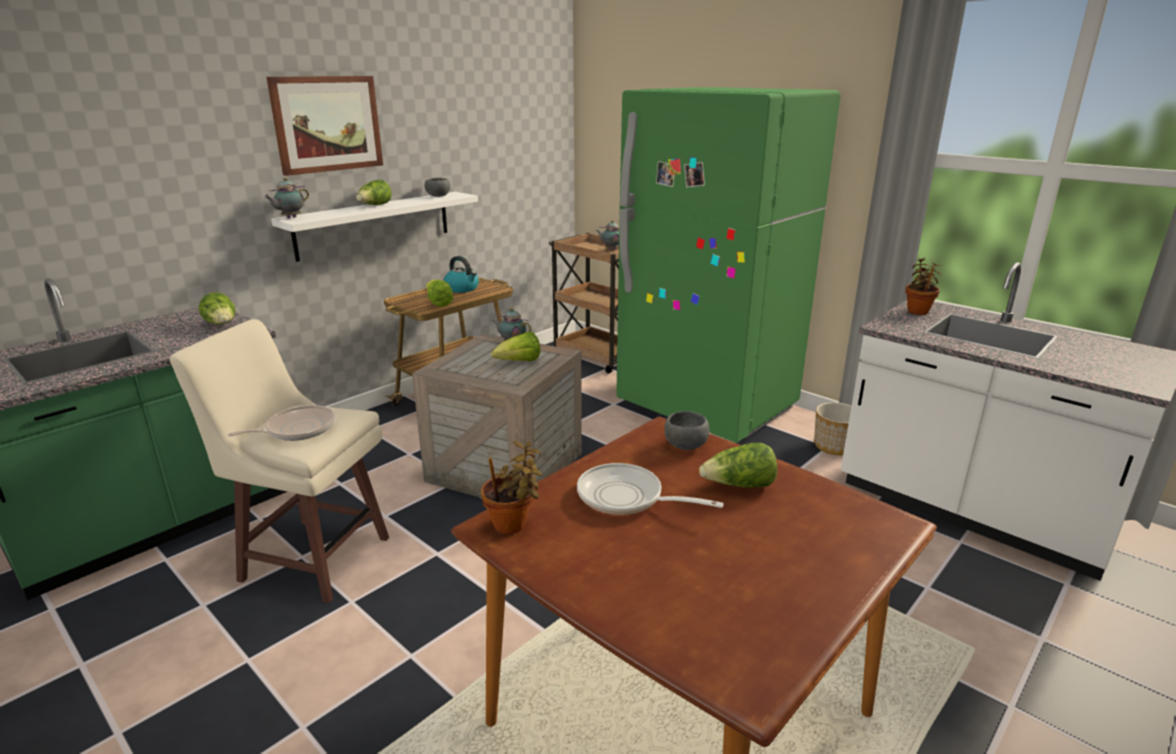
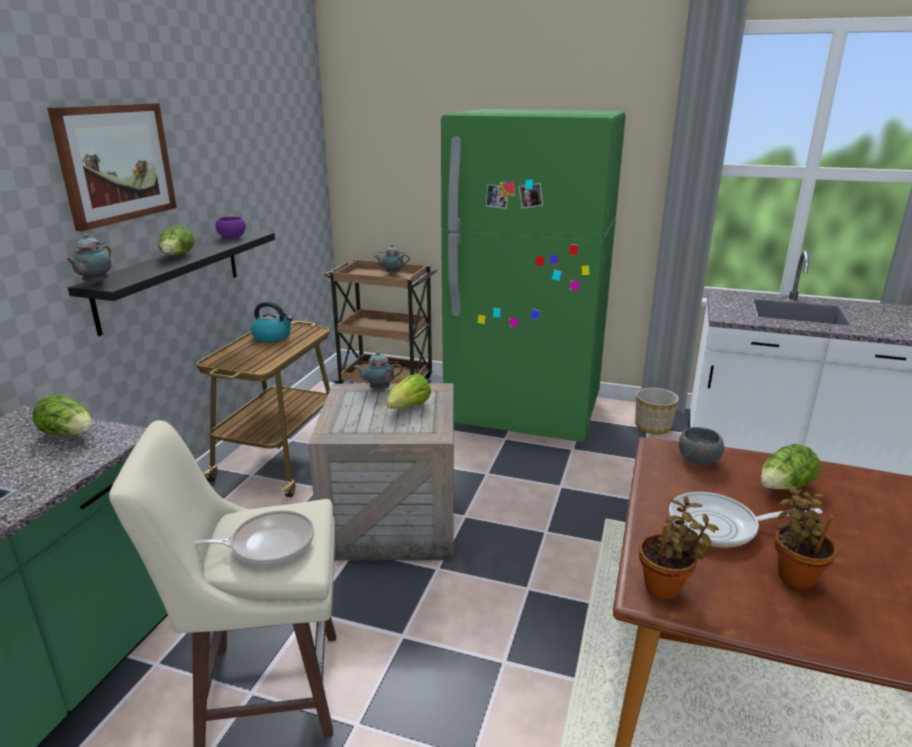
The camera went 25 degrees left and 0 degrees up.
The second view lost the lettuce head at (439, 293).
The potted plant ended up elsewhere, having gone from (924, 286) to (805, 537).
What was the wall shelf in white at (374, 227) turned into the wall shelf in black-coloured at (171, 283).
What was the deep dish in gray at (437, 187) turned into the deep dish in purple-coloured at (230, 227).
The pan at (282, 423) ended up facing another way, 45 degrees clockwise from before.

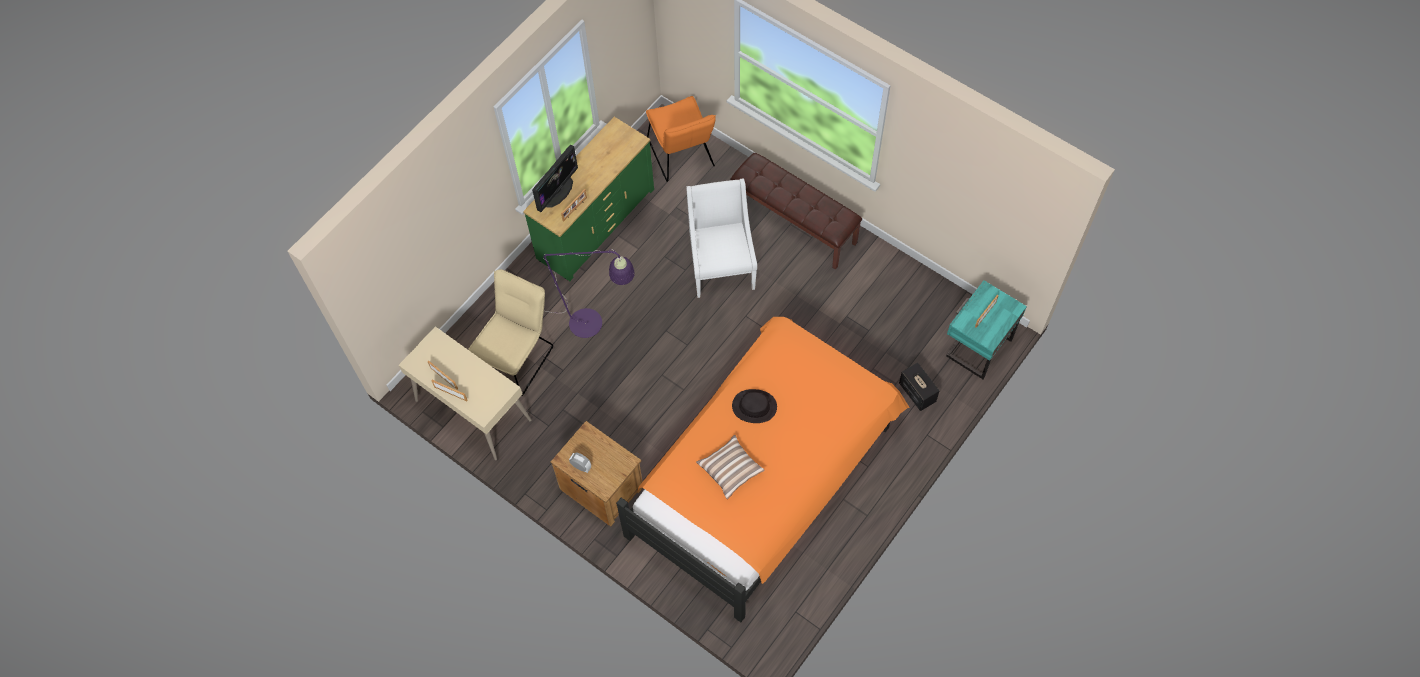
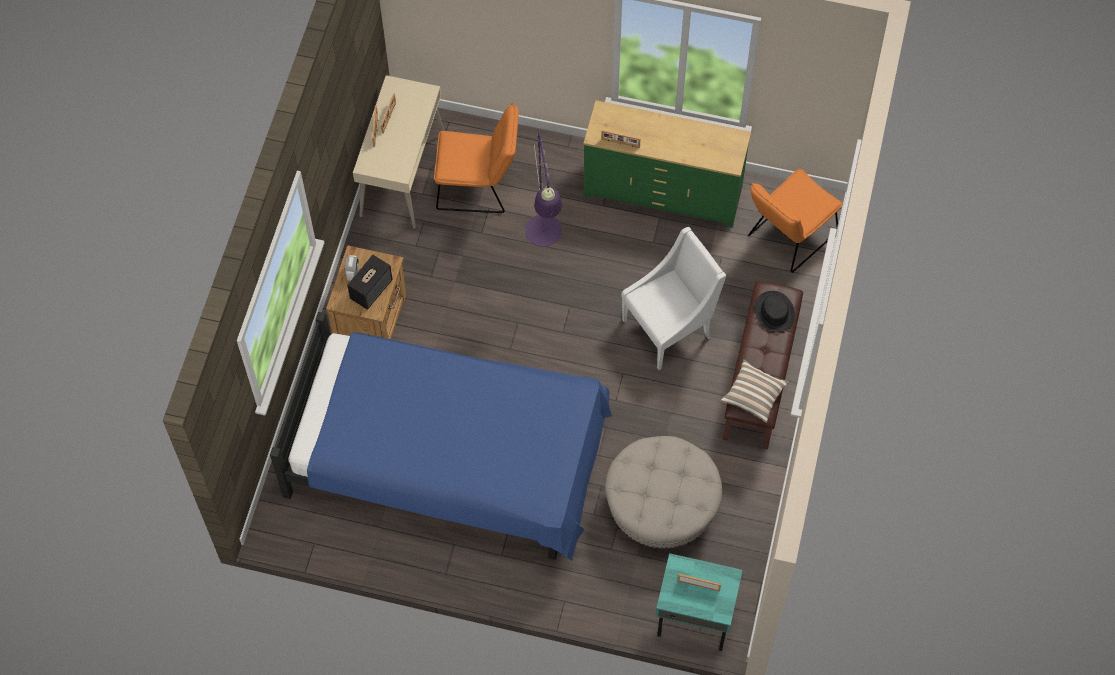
The camera went 65 degrees right and 0 degrees up.
The second view lost the monitor at (555, 178).
The second view gained the ottoman in beige-coloured at (663, 492).
The pillow ended up elsewhere, having gone from (730, 467) to (754, 391).
The clothing hat in black-coloured ended up elsewhere, having gone from (754, 406) to (774, 312).
The audio speaker ended up elsewhere, having gone from (919, 387) to (370, 282).
What was the chair in beige-coloured at (510, 332) turned into the chair in orangey at (476, 158).
What was the bed in orangey at (763, 469) turned into the bed in blue at (441, 436).

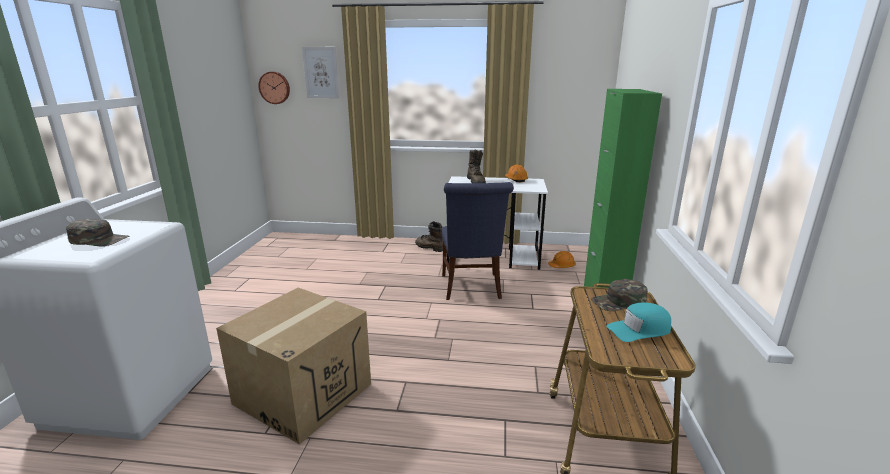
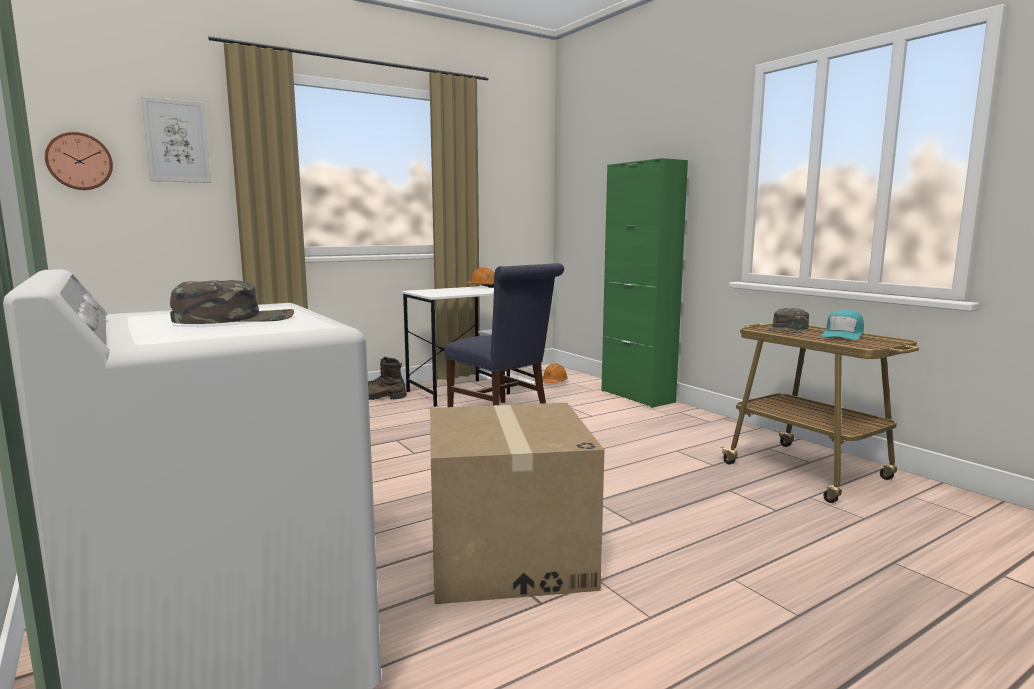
The camera went 40 degrees left and 10 degrees down.
The second view lost the tall boot in brown-coloured at (476, 166).

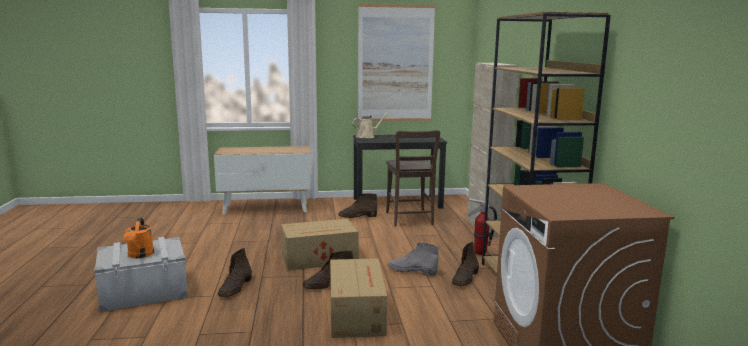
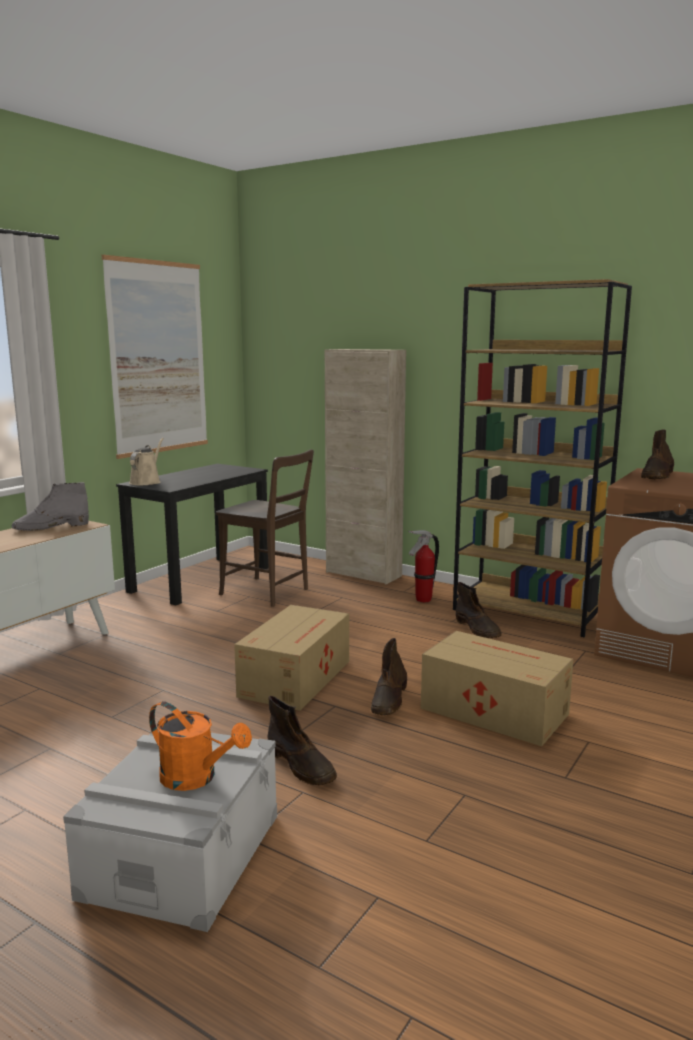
The camera went 50 degrees left and 0 degrees up.
The tall boot in brown-coloured ended up elsewhere, having gone from (357, 205) to (657, 454).
The tall boot in gray ended up elsewhere, having gone from (413, 259) to (50, 506).

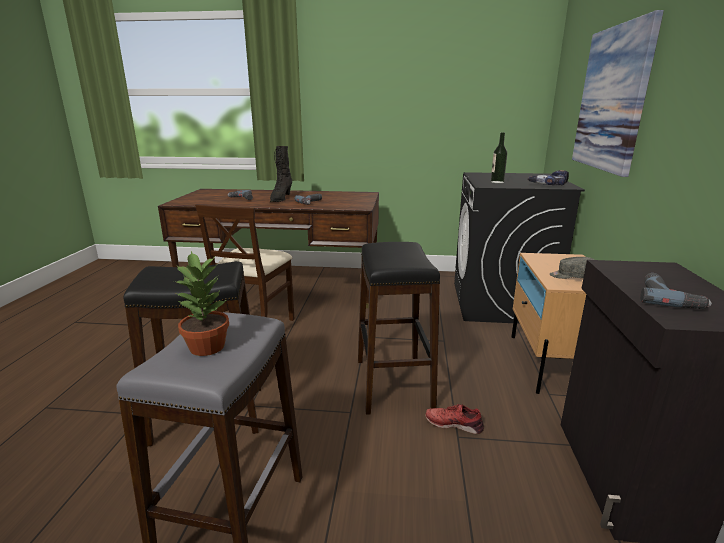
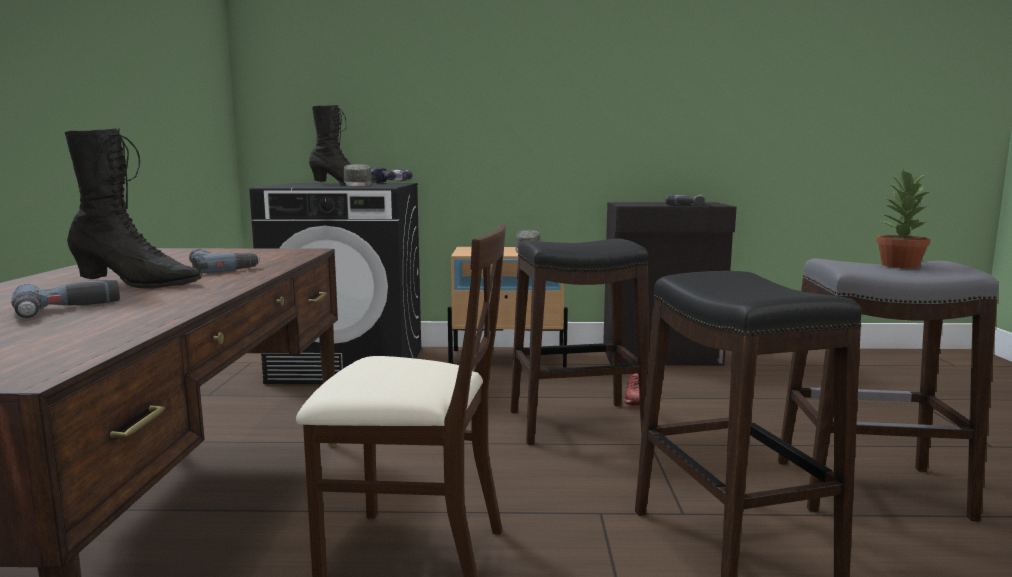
The camera went 95 degrees left and 10 degrees down.
The second view lost the picture at (618, 93).
The second view gained the tall boot in black-coloured at (343, 144).
Where the beverage bottle stood at (499, 157), the baseball cap in gray came to stand at (357, 175).

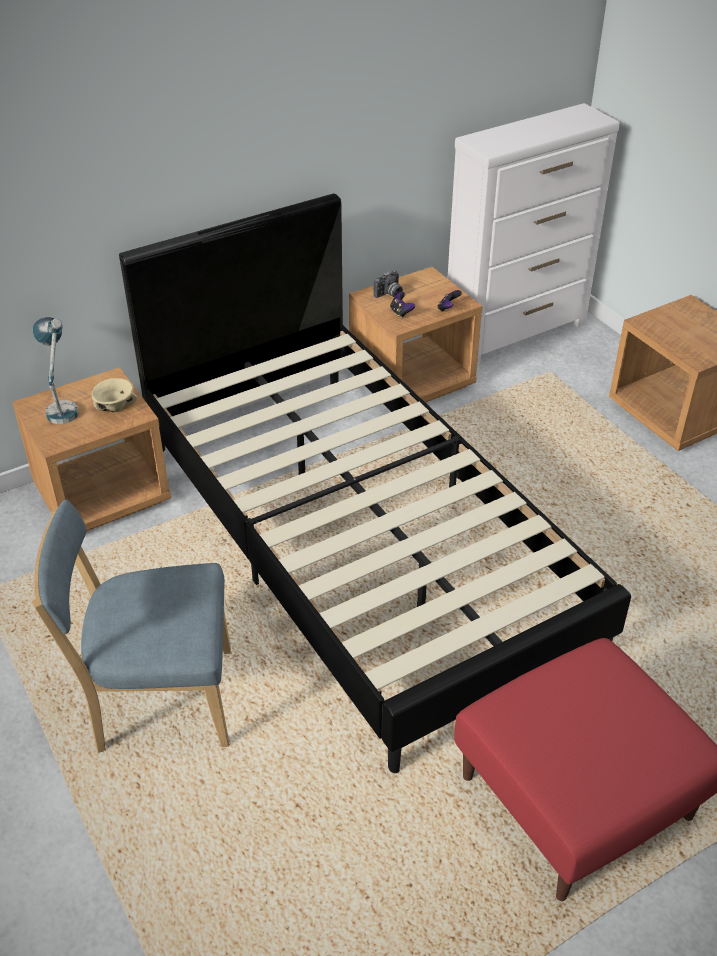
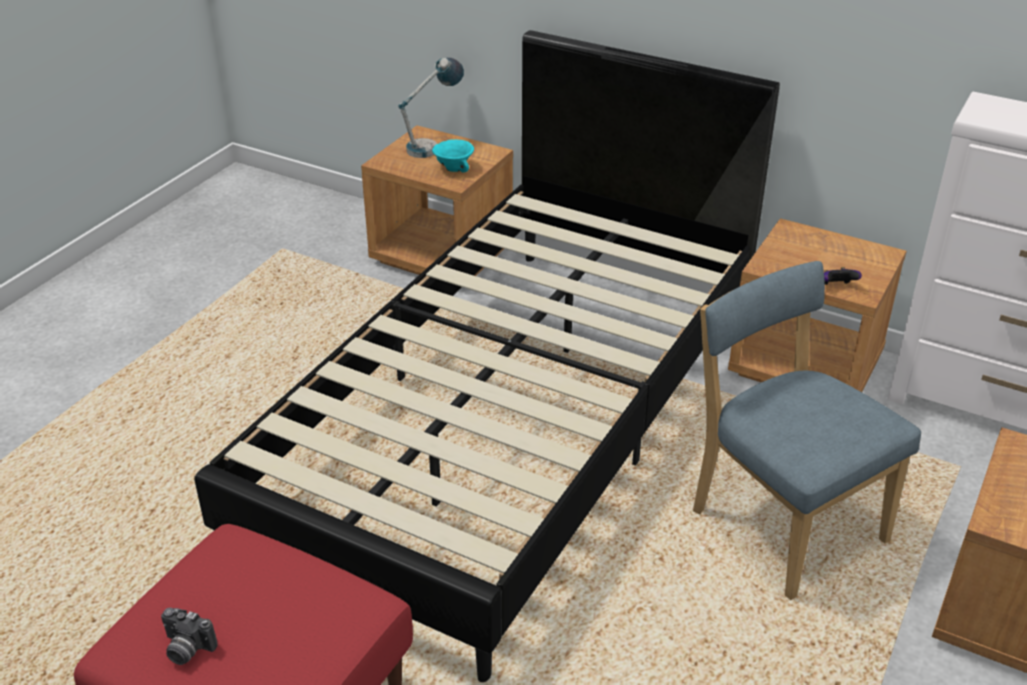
The camera went 60 degrees right and 5 degrees down.
The second view lost the joypad at (402, 305).
The chair in blue ended up elsewhere, having gone from (132, 626) to (807, 430).
The still camera ended up elsewhere, having gone from (388, 284) to (189, 636).
What was the deep dish in beige-coloured at (114, 395) turned into the deep dish in blue-green at (453, 156).

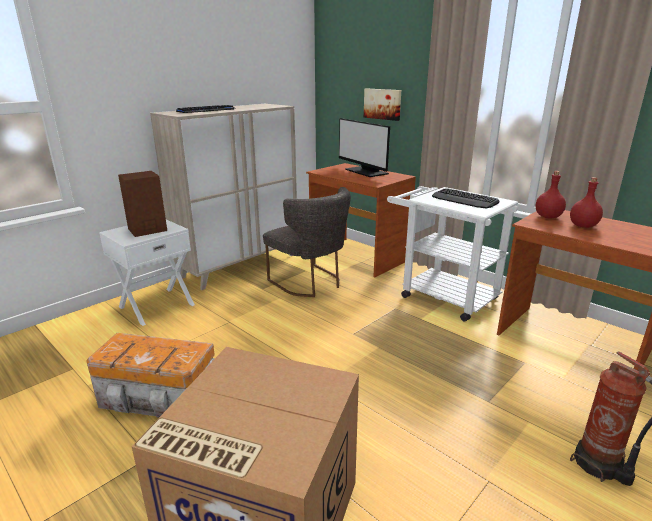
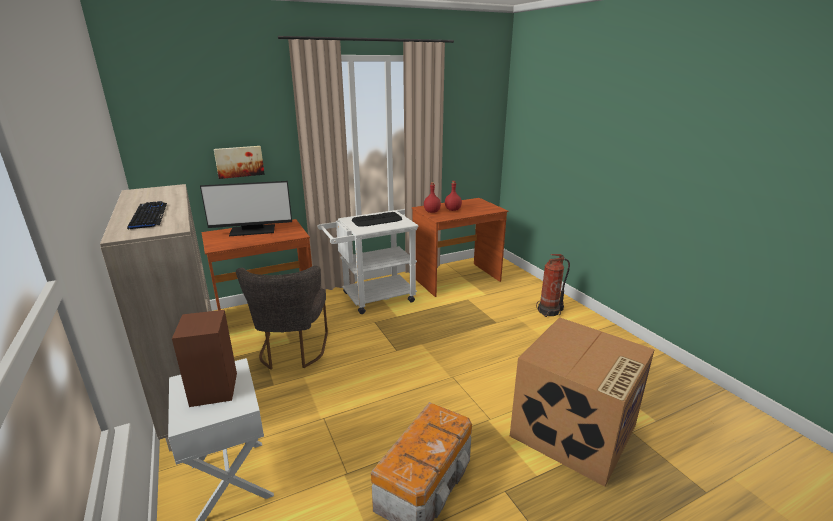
The camera went 70 degrees left and 0 degrees up.
The chair in gray at (307, 242) ended up facing another way, 105 degrees clockwise from before.

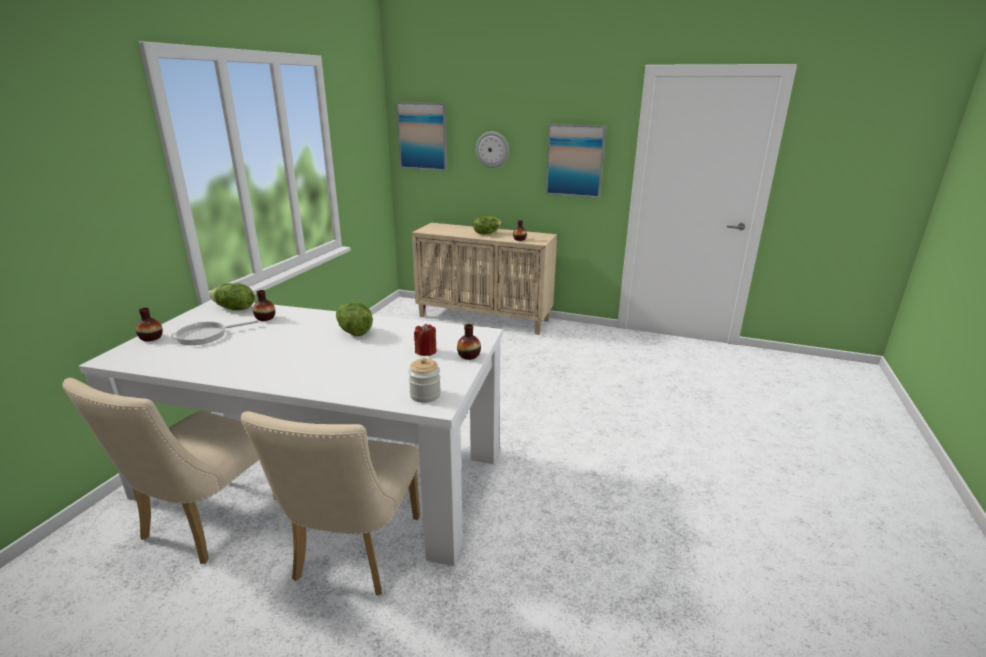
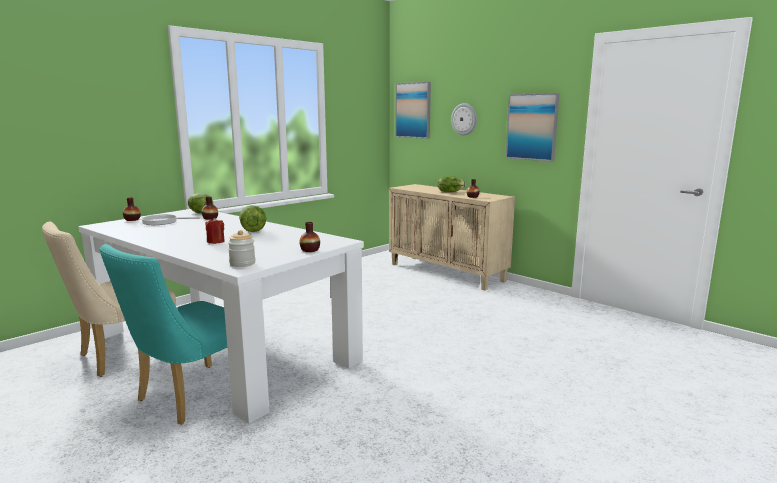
The camera went 25 degrees right and 10 degrees down.
The wax candle in red ended up elsewhere, having gone from (425, 340) to (215, 231).
What was the chair in beige-coloured at (330, 503) turned into the chair in blue-green at (163, 334).

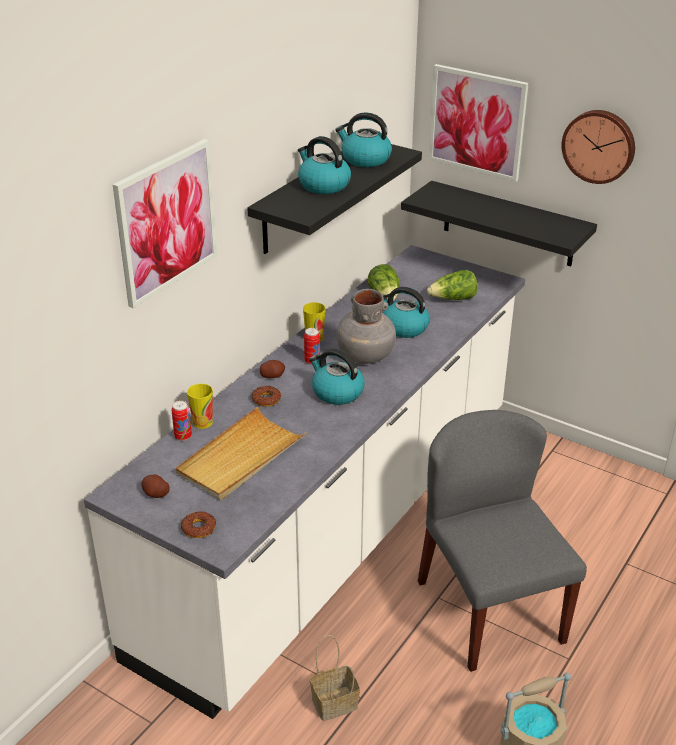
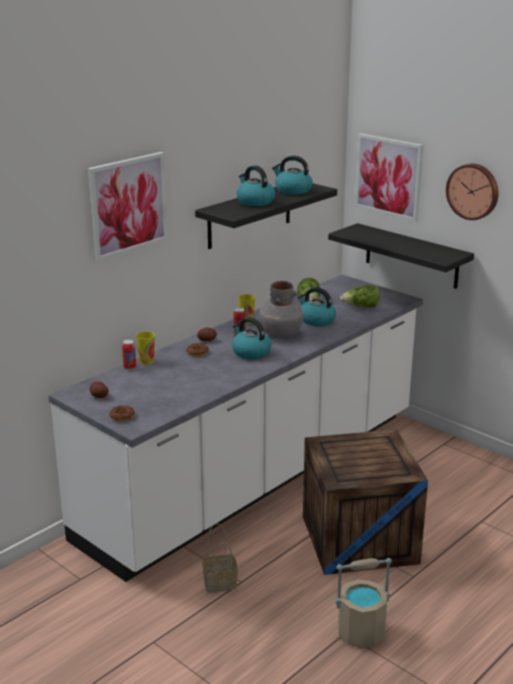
The camera went 10 degrees right and 10 degrees down.
The second view lost the serving tray in beige-coloured at (241, 453).
Where the chair in gray stood at (502, 541), the crate came to stand at (365, 502).

